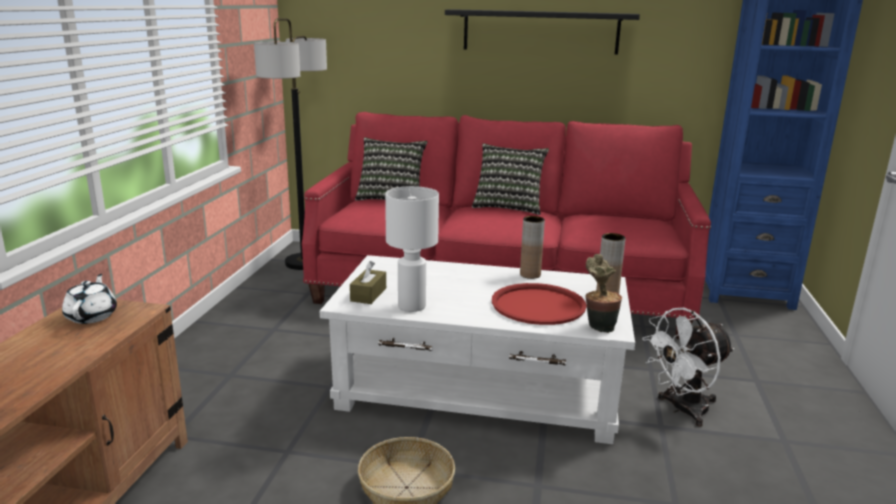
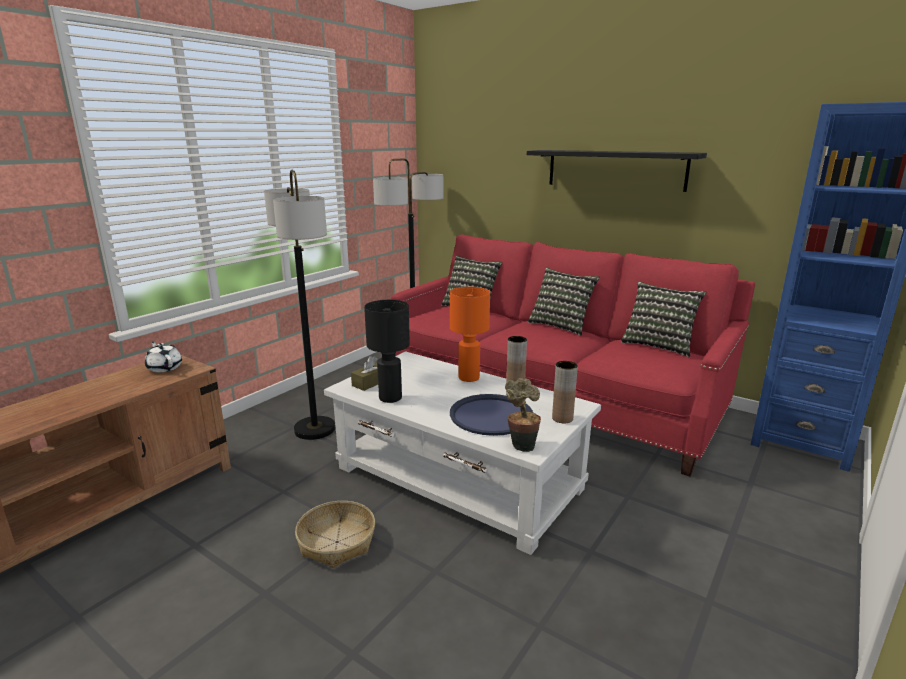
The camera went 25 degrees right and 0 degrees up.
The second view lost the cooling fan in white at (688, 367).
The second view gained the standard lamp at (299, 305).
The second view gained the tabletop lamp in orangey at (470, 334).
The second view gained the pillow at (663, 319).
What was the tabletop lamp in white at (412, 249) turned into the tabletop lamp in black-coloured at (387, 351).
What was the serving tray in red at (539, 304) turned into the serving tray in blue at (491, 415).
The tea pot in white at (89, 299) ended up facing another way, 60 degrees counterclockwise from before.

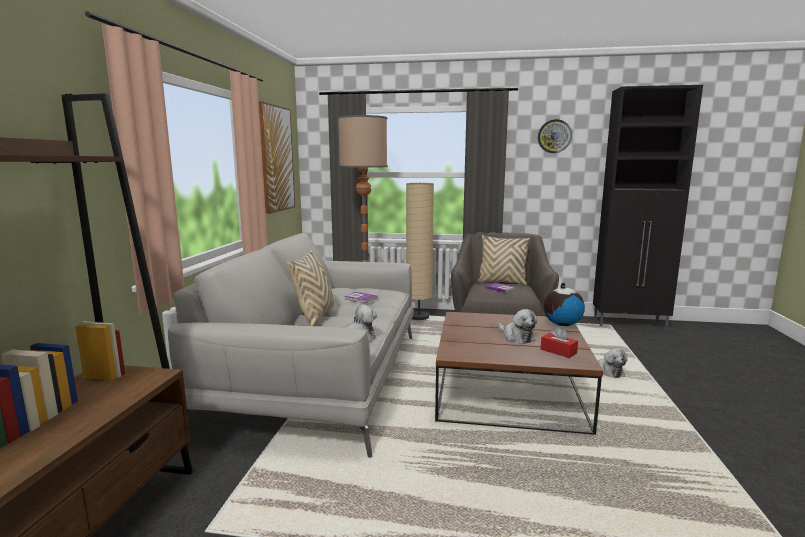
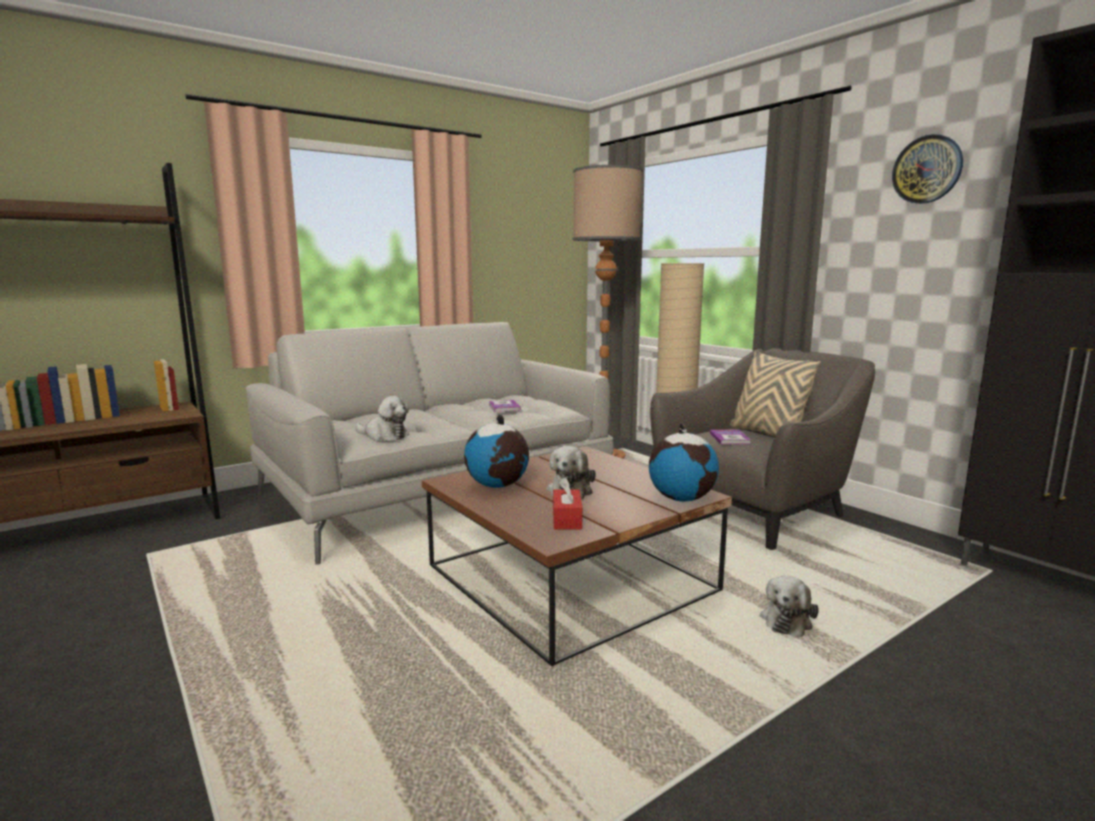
The camera went 45 degrees right and 0 degrees up.
The second view lost the picture at (277, 157).
The second view lost the pillow in beige-coloured at (310, 288).
The second view gained the world globe at (496, 451).

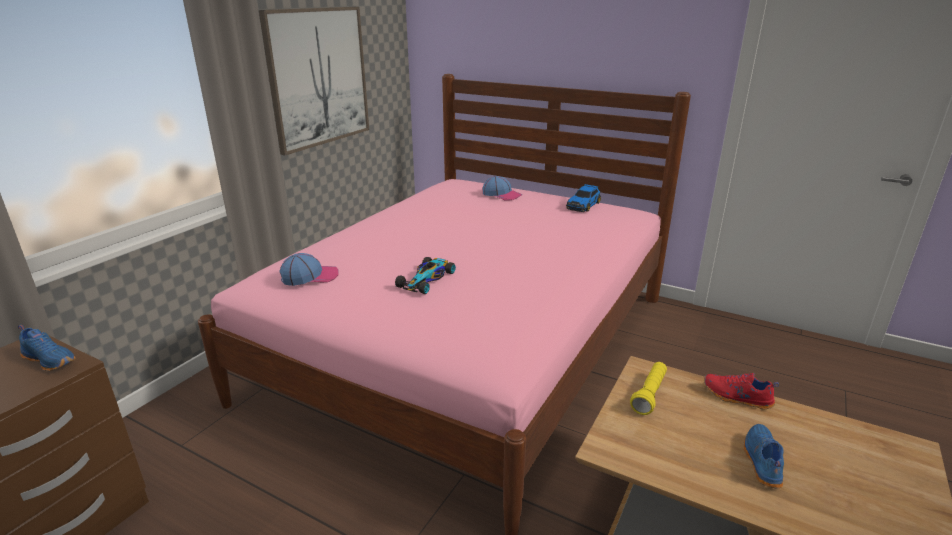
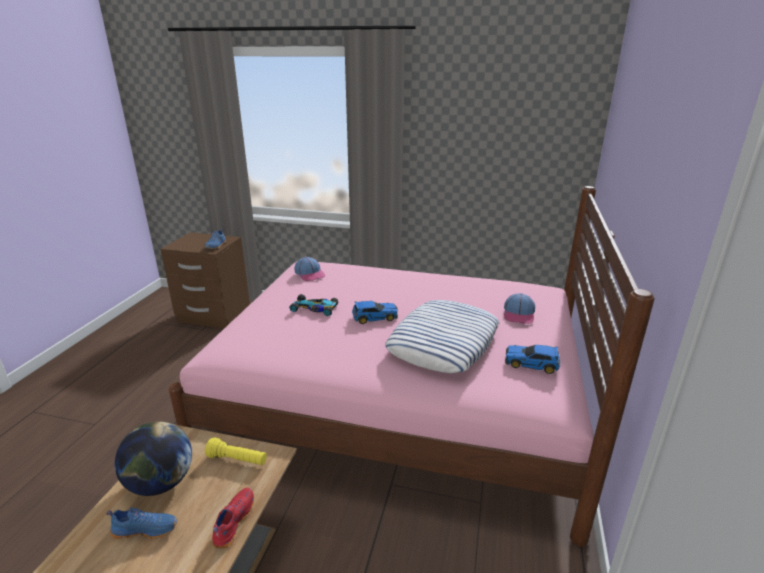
The camera went 75 degrees right and 0 degrees up.
The second view lost the picture at (314, 81).
The second view gained the world globe at (153, 458).
The second view gained the model car at (375, 312).
The second view gained the pillow at (442, 336).

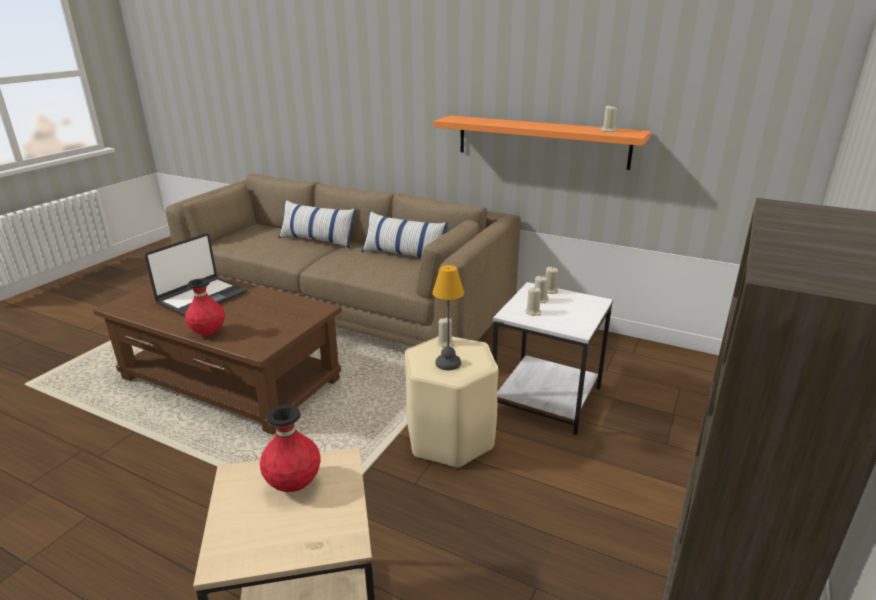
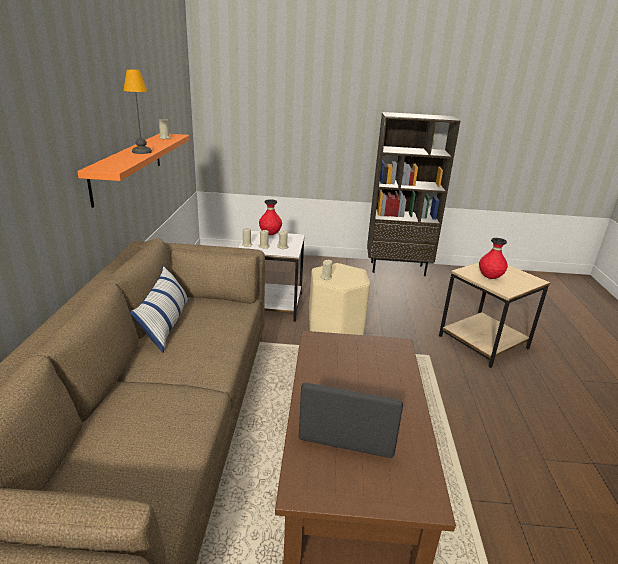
The camera went 115 degrees left and 0 degrees up.
The second view lost the pillow at (317, 224).
The vase in red ended up elsewhere, having gone from (205, 306) to (270, 217).
The tabletop lamp ended up elsewhere, having gone from (448, 317) to (137, 111).

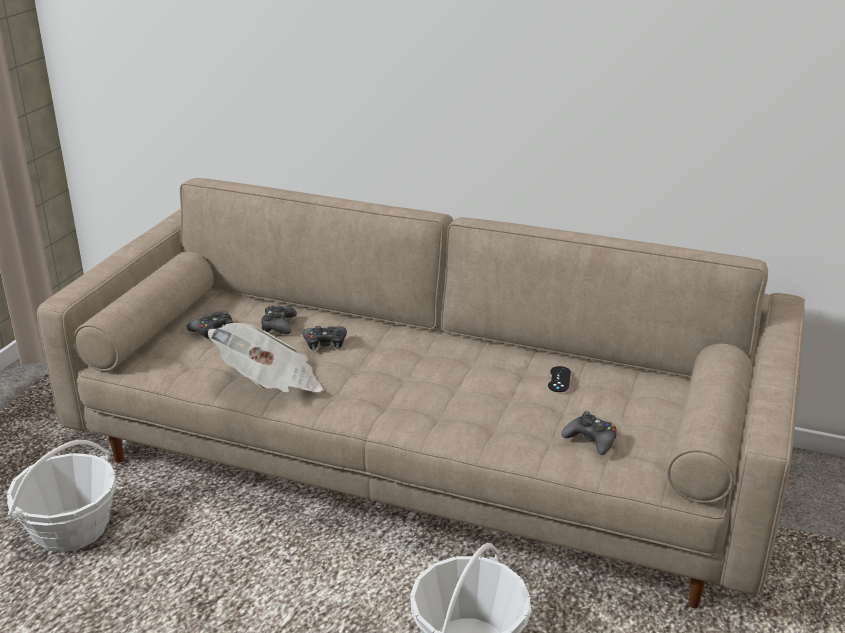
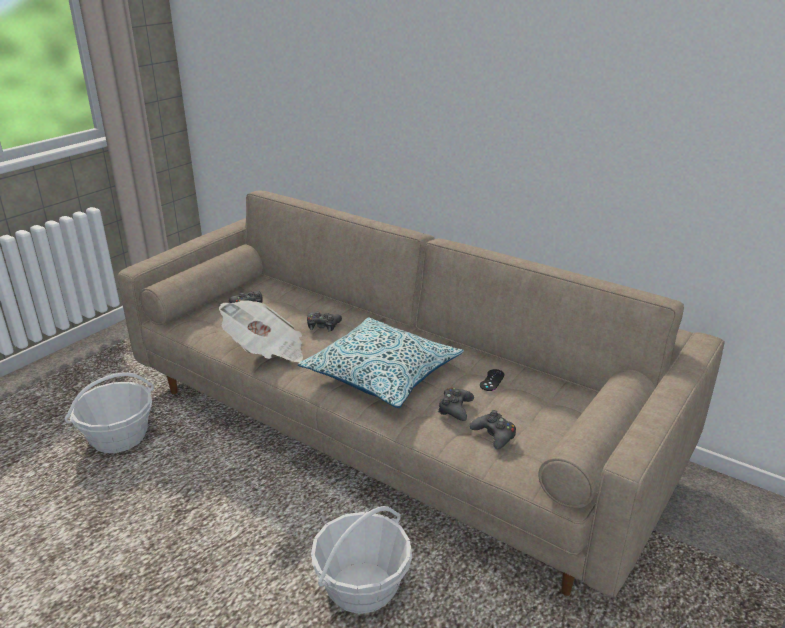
The camera went 15 degrees right and 0 degrees up.
The second view gained the pillow at (381, 362).
The joypad in black-coloured ended up elsewhere, having gone from (279, 319) to (456, 404).

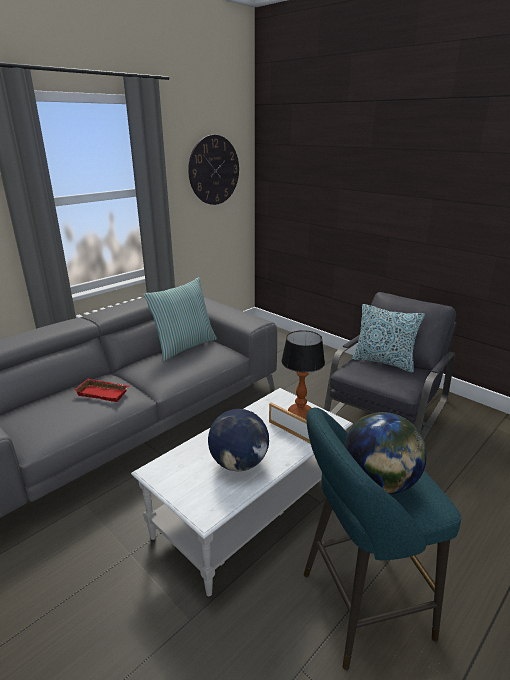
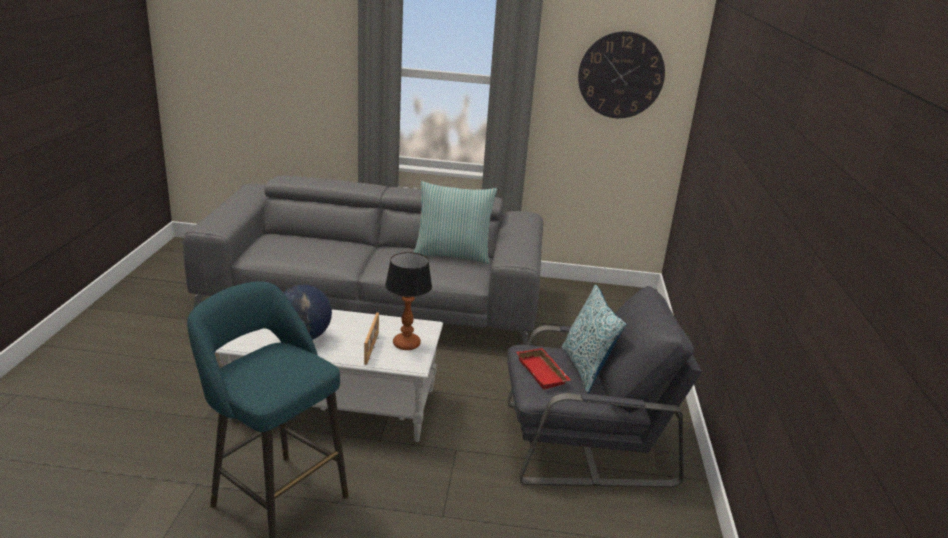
The camera went 50 degrees right and 0 degrees up.
The second view lost the world globe at (385, 453).
The serving tray in red ended up elsewhere, having gone from (101, 390) to (544, 369).

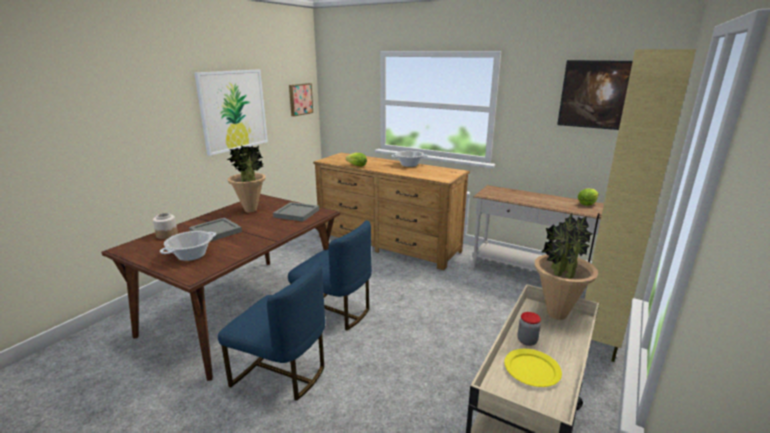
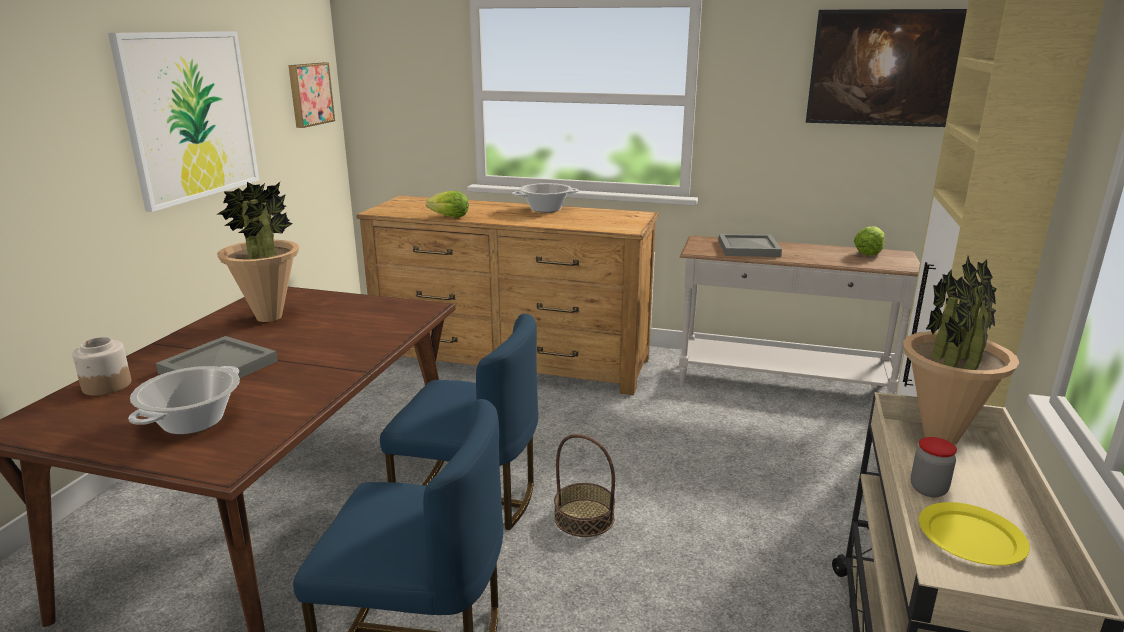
The camera went 15 degrees left and 0 degrees up.
The second view gained the household basket at (584, 485).
The serving tray in gray ended up elsewhere, having gone from (296, 212) to (750, 245).

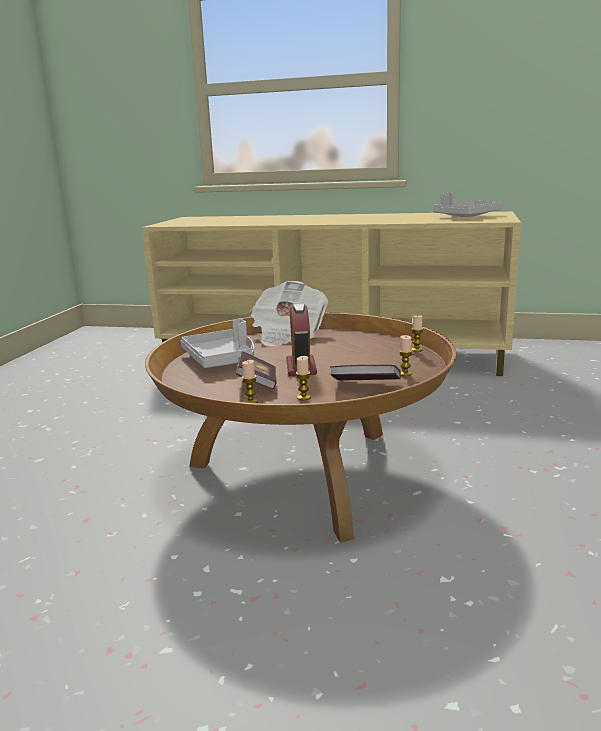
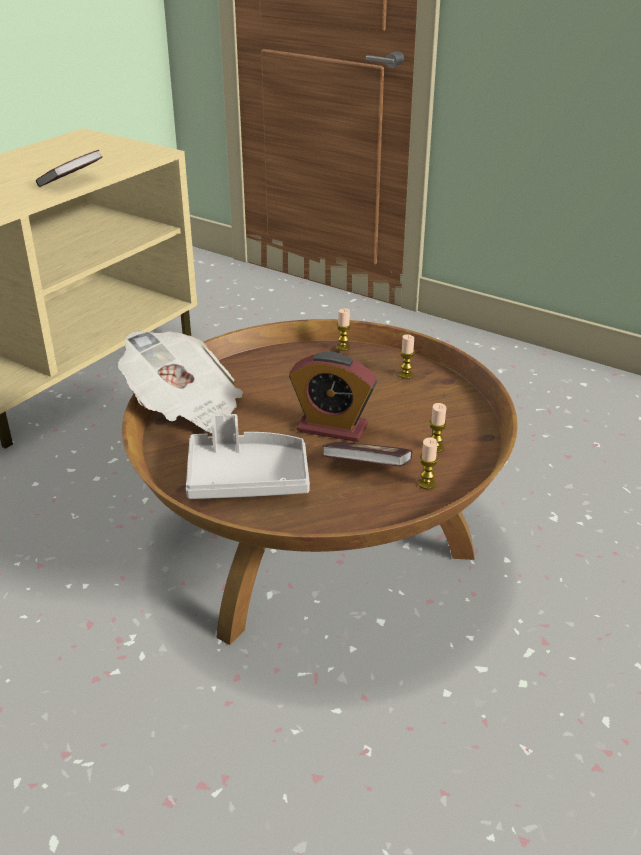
The camera went 70 degrees left and 15 degrees up.
The second view lost the serving tray in gray at (468, 204).
The bound book ended up elsewhere, having gone from (365, 373) to (69, 168).

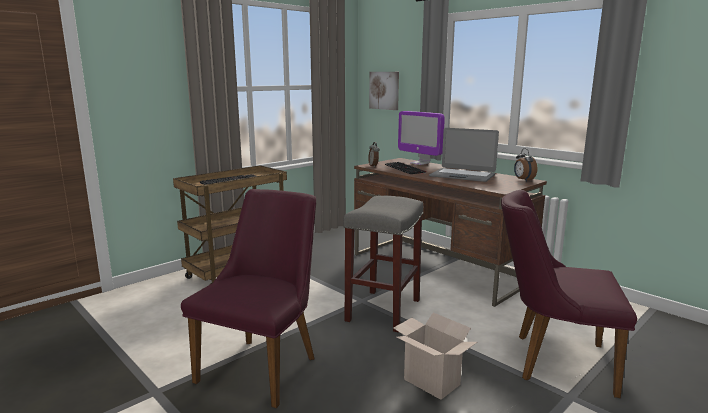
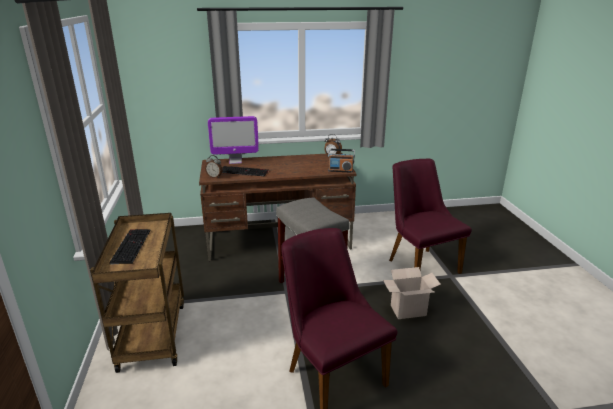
The camera went 55 degrees left and 10 degrees up.
The second view lost the picture at (384, 91).
The second view lost the laptop at (464, 155).
The second view gained the radio at (341, 161).
The chair in purple-coloured at (569, 294) ended up facing another way, 105 degrees clockwise from before.

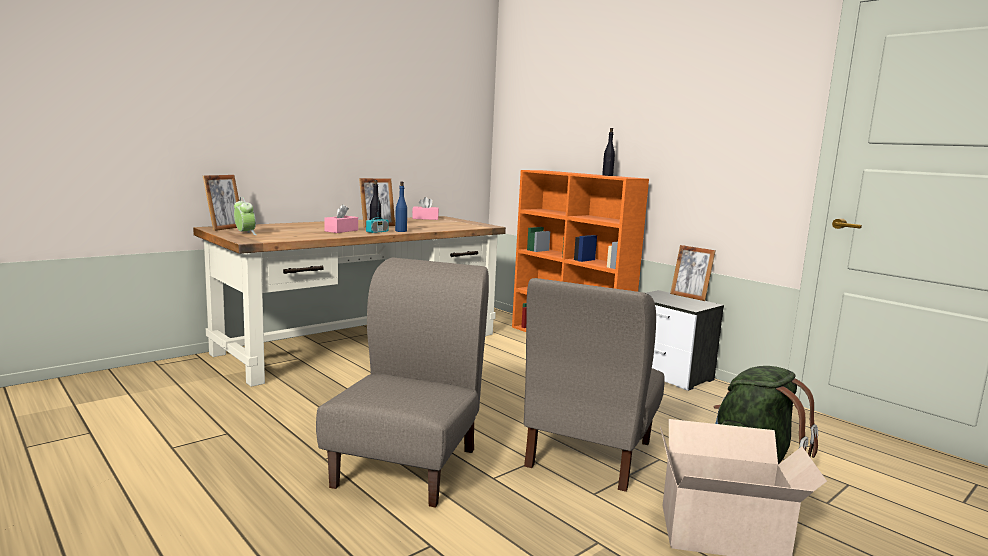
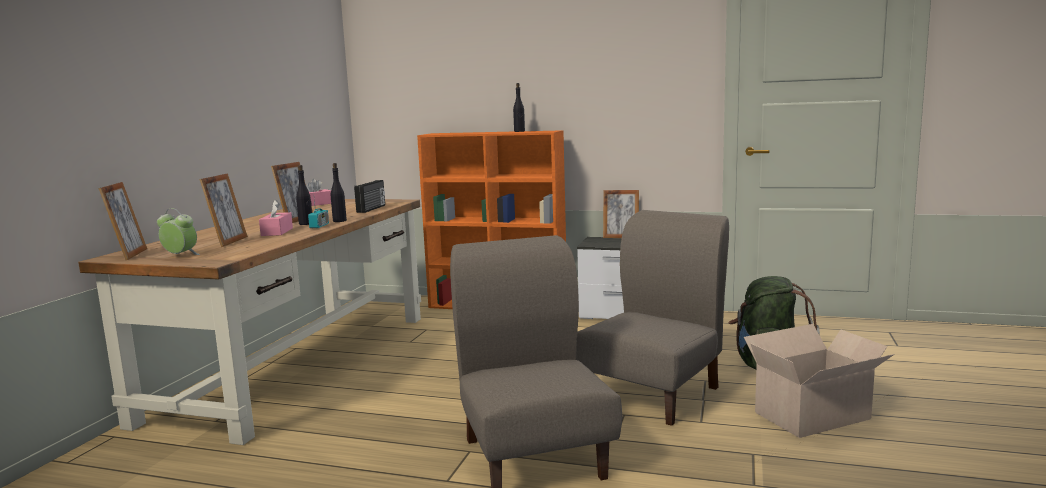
The camera went 30 degrees left and 0 degrees up.
The second view gained the picture frame at (223, 210).
The second view gained the radio at (369, 196).
What was the beverage bottle in blue at (401, 206) turned into the beverage bottle in black-coloured at (339, 192).
The chair in gray at (594, 385) ended up facing another way, 135 degrees counterclockwise from before.

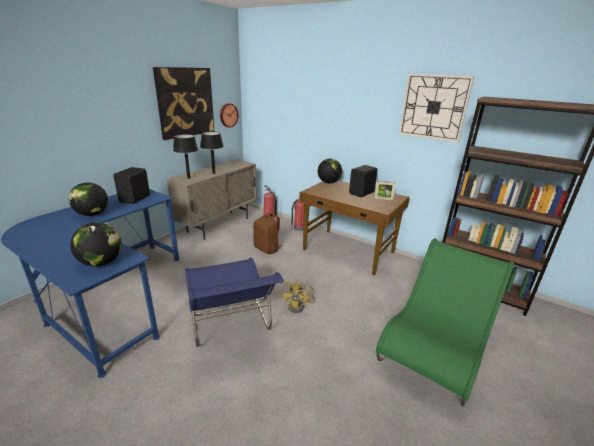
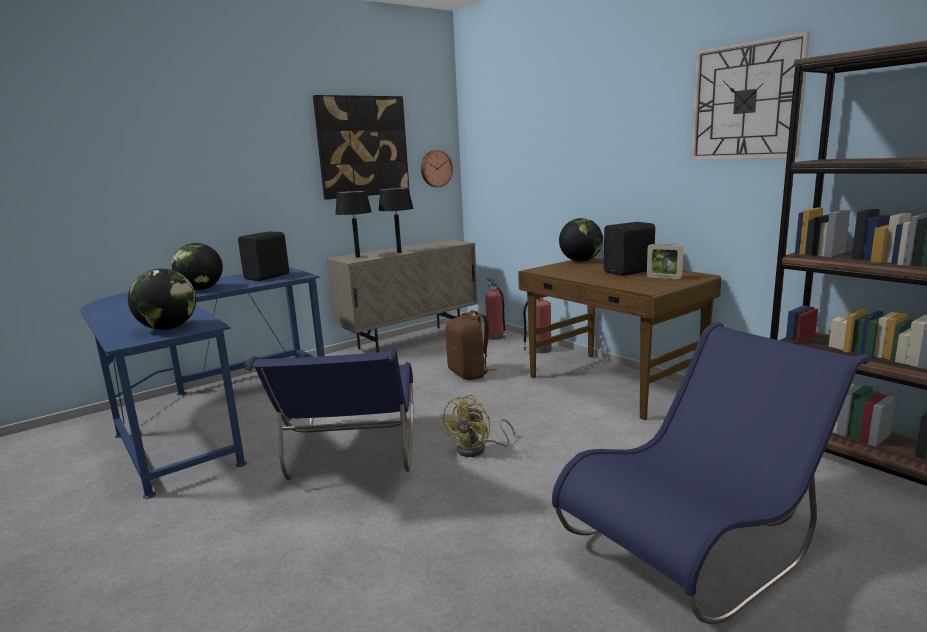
The camera went 20 degrees right and 10 degrees down.
What was the chair in greenish at (445, 322) turned into the chair in blue at (711, 473).

